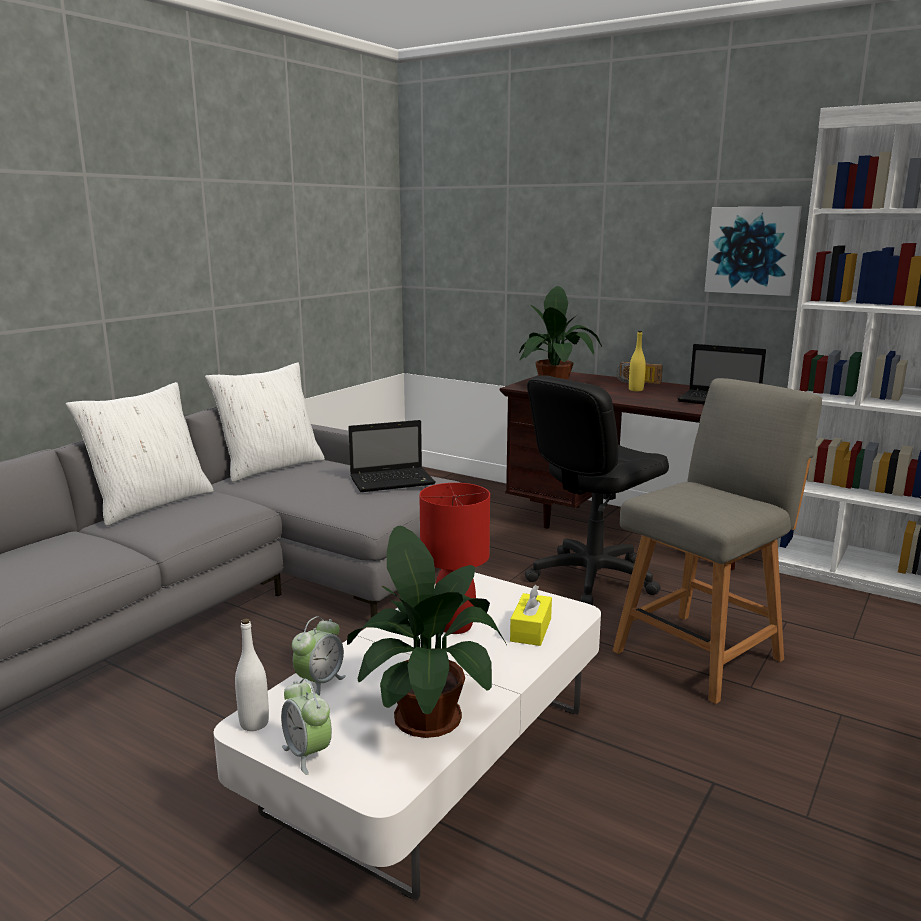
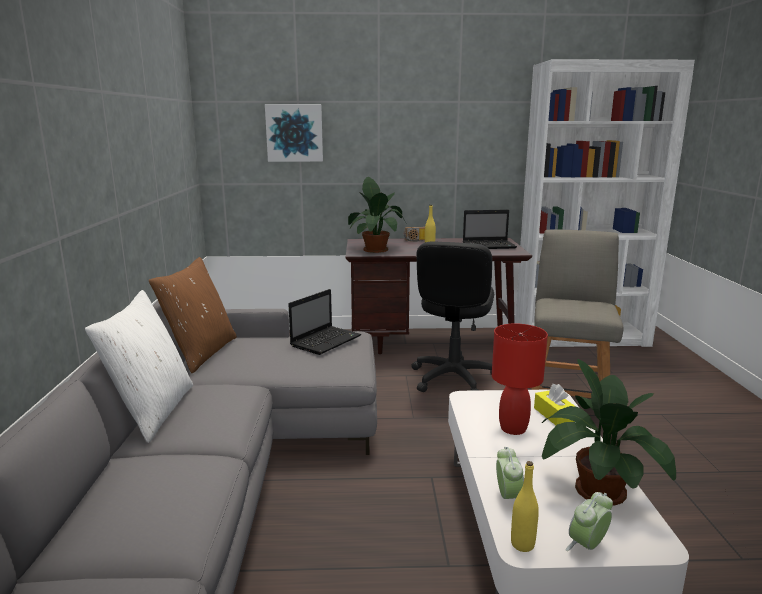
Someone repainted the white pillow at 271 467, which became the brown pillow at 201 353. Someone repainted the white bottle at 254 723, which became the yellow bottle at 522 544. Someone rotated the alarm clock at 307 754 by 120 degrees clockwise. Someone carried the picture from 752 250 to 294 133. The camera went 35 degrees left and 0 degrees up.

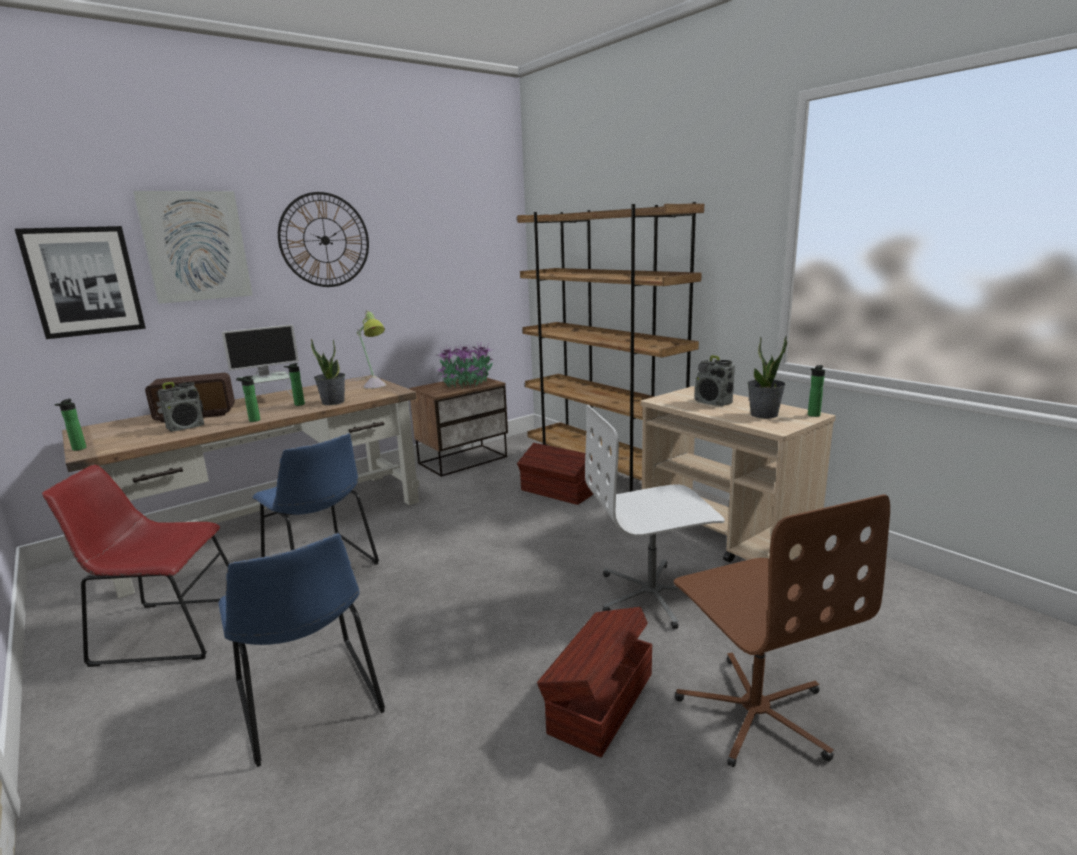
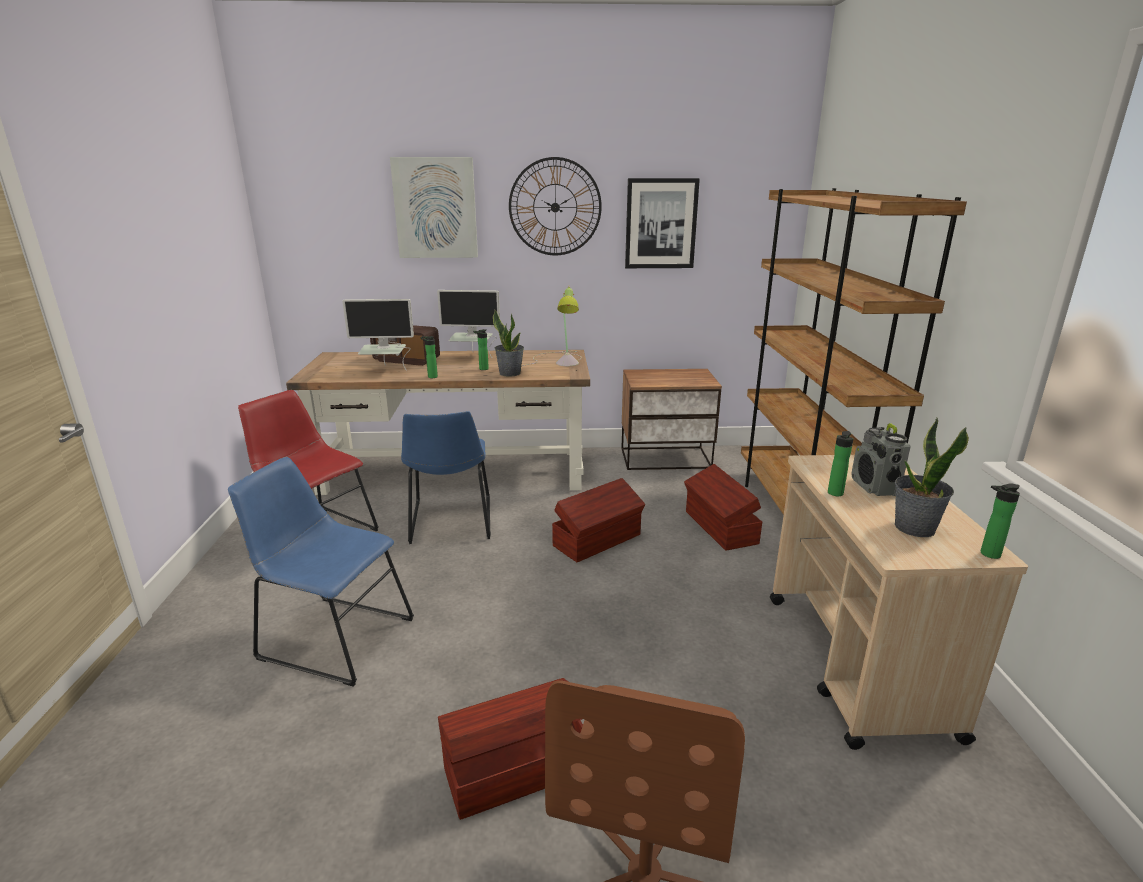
Someone carried the picture from 84 281 to 661 224. Someone carried the bottle from 78 449 to 834 494. Someone swapped the radio at 186 427 for the monitor at 385 371. Someone rotated the blue chair at 310 702 by 105 degrees clockwise. Someone took away the potted plant at 466 383. Someone took away the white office chair at 652 595. Someone put down the brown storage box at 598 540. The camera went 35 degrees right and 5 degrees up.

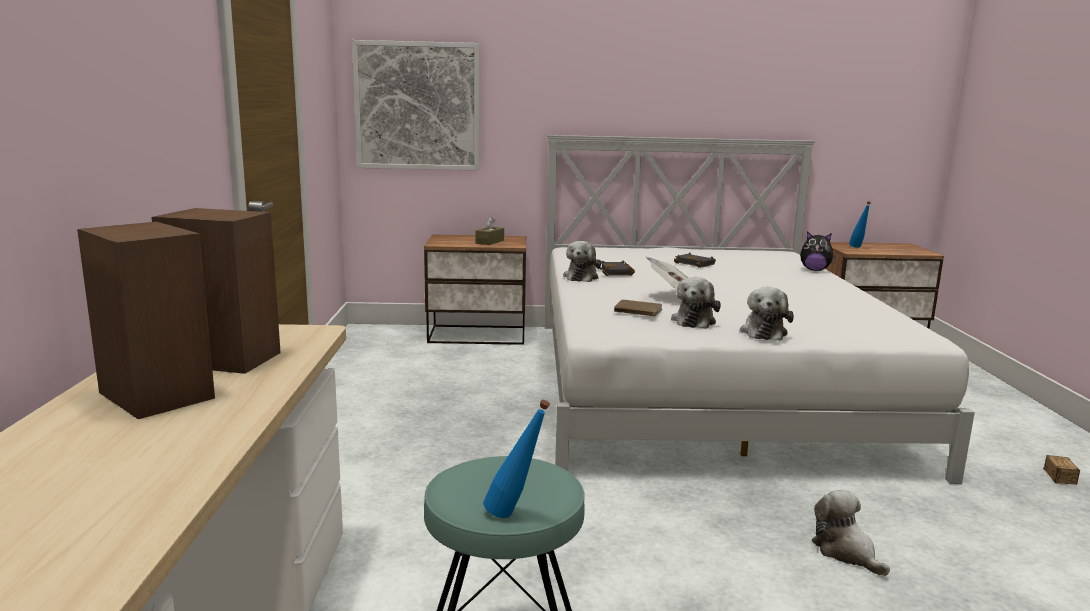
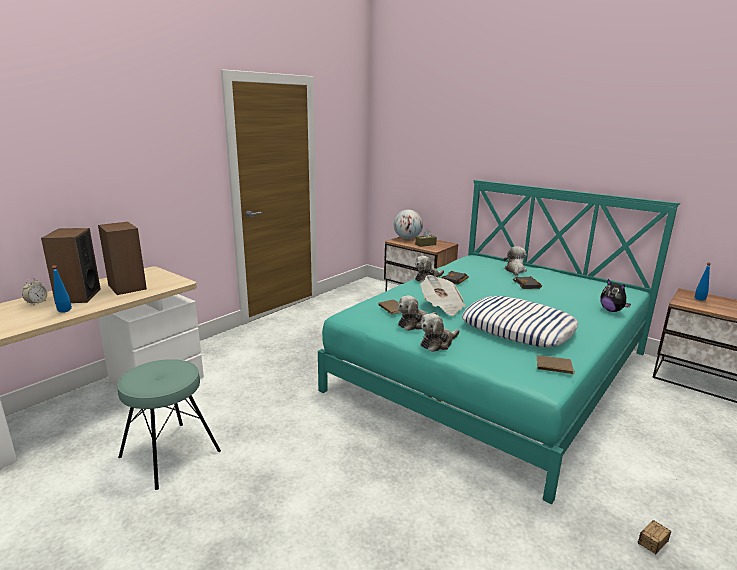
Someone took away the picture at 417 106. Someone carried the blue bottle from 515 515 to 64 313. Someone repainted the white bed at 701 386, which became the turquoise bed at 493 370. Someone carried the plush toy from 846 552 to 515 270. Someone put down the alarm clock at 36 303. Someone put down the globe at 407 238. Someone put down the pillow at 518 328. Someone put down the brown book at 554 367. The camera went 40 degrees right and 5 degrees up.

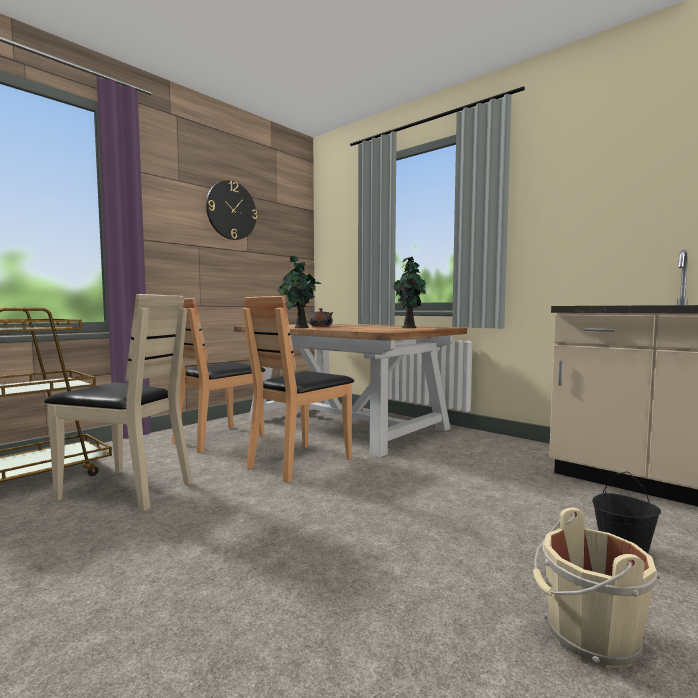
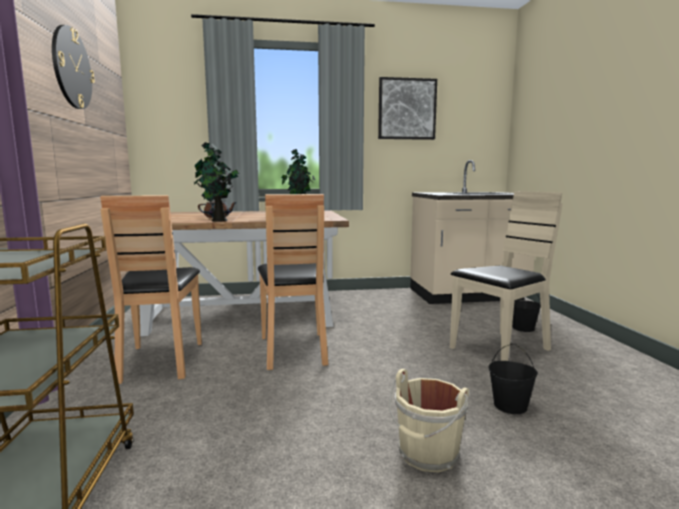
Someone carried the beige chair from 126 490 to 500 350. Someone carried the beige bucket from 588 637 to 427 455. Someone put up the picture at 407 109. Someone put down the black bucket at 510 406. The camera went 50 degrees left and 5 degrees up.

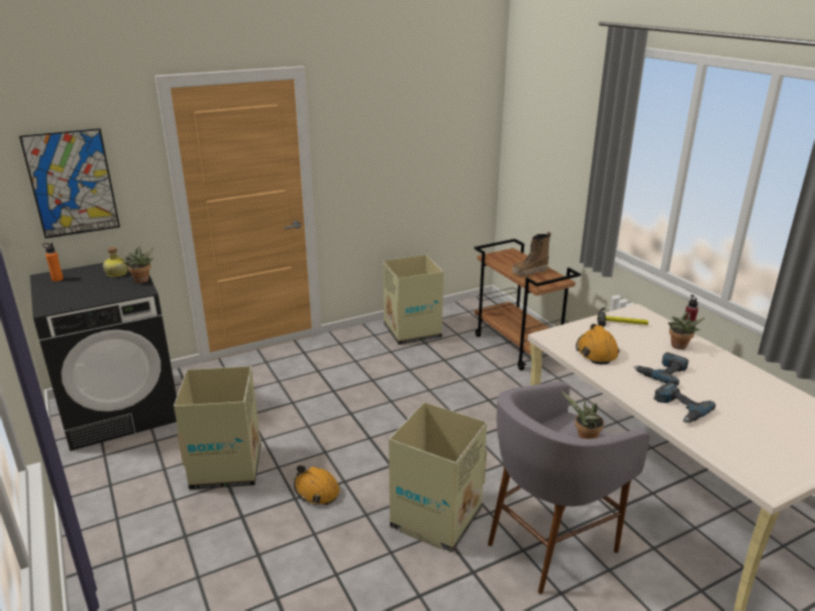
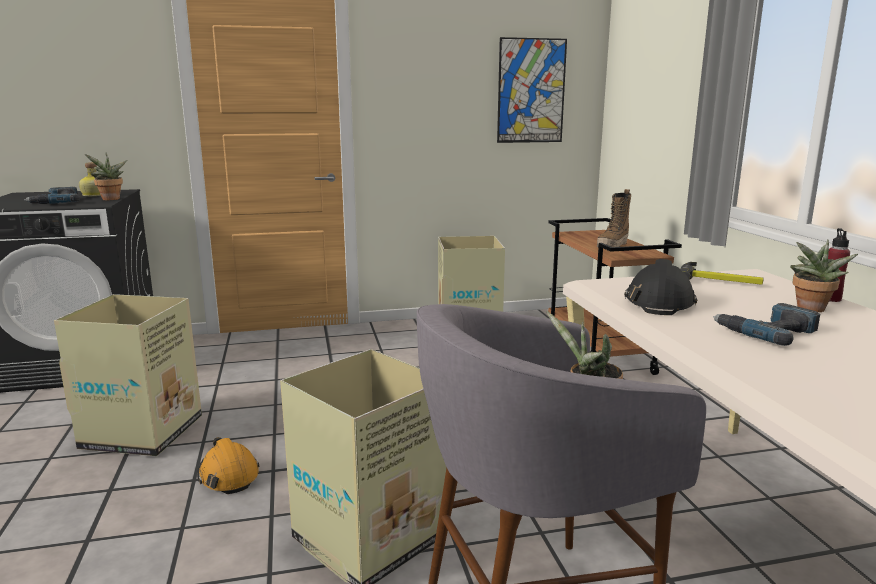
Someone carried the picture from 72 183 to 531 91. Someone took away the orange bottle at 57 279. Someone rotated the boot at 529 272 by 45 degrees counterclockwise. Someone repainted the orange hard hat at 596 351, which became the black hard hat at 659 303. Someone carried the power drill from 679 408 to 56 202. The camera went 15 degrees right and 10 degrees down.

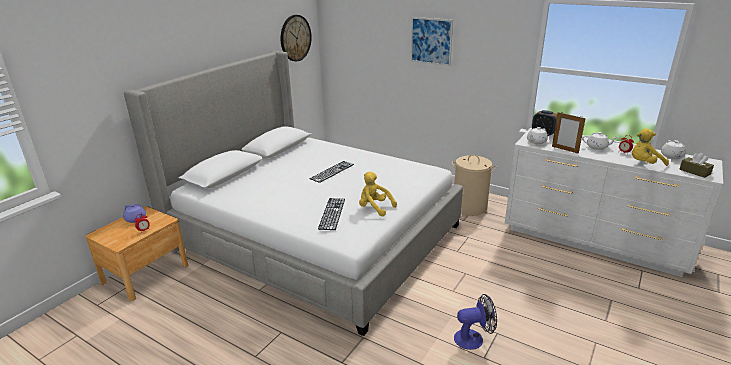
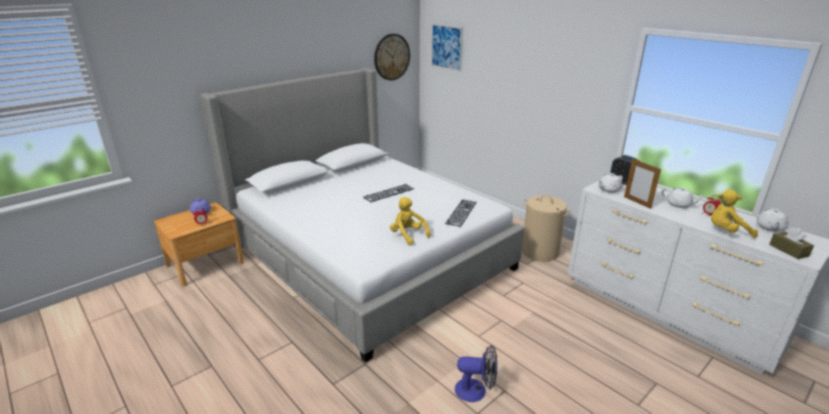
Someone carried the keyboard from 332 213 to 461 212. Someone carried the picture from 431 41 to 446 47. The camera went 15 degrees right and 0 degrees up.

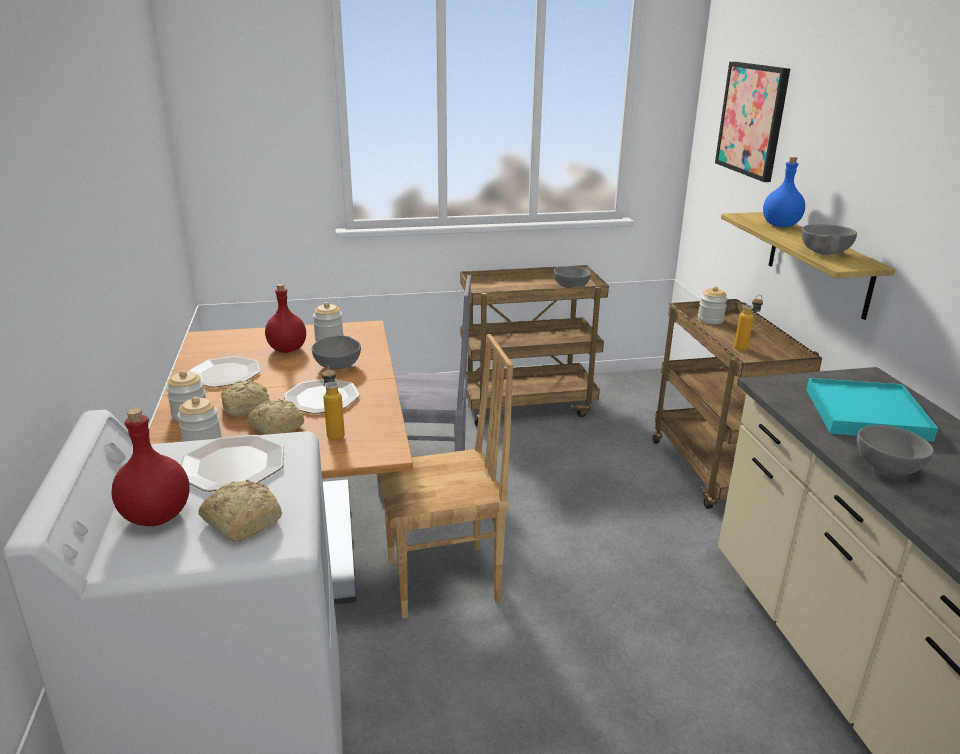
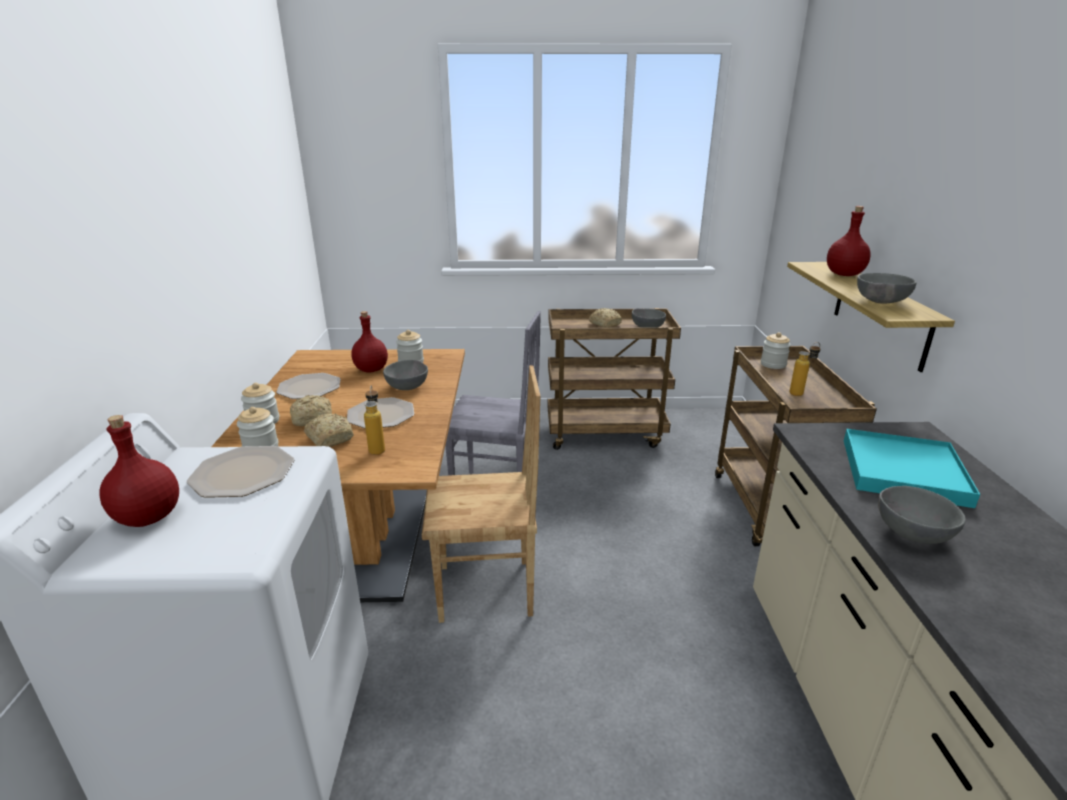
Someone carried the bread from 242 520 to 604 324. Someone took away the picture at 752 120. Someone repainted the blue bottle at 780 226, which became the red bottle at 844 275. The camera went 10 degrees right and 0 degrees up.

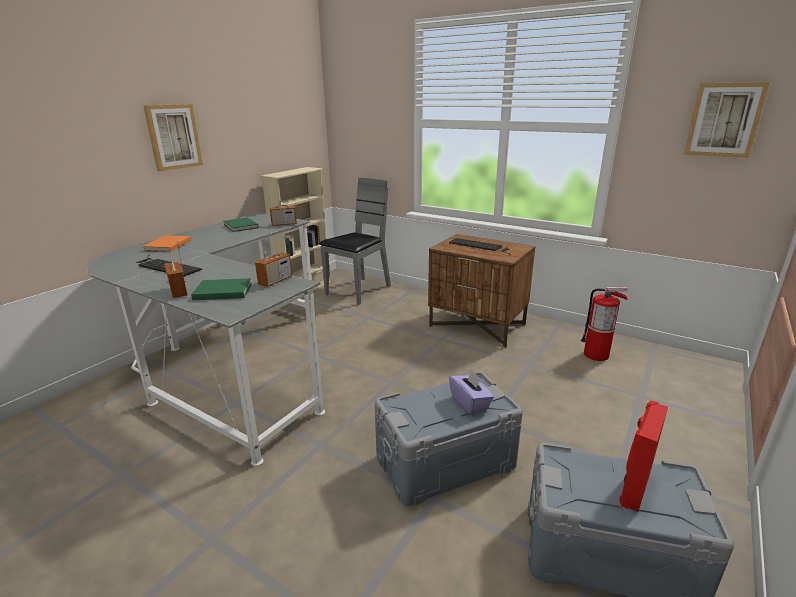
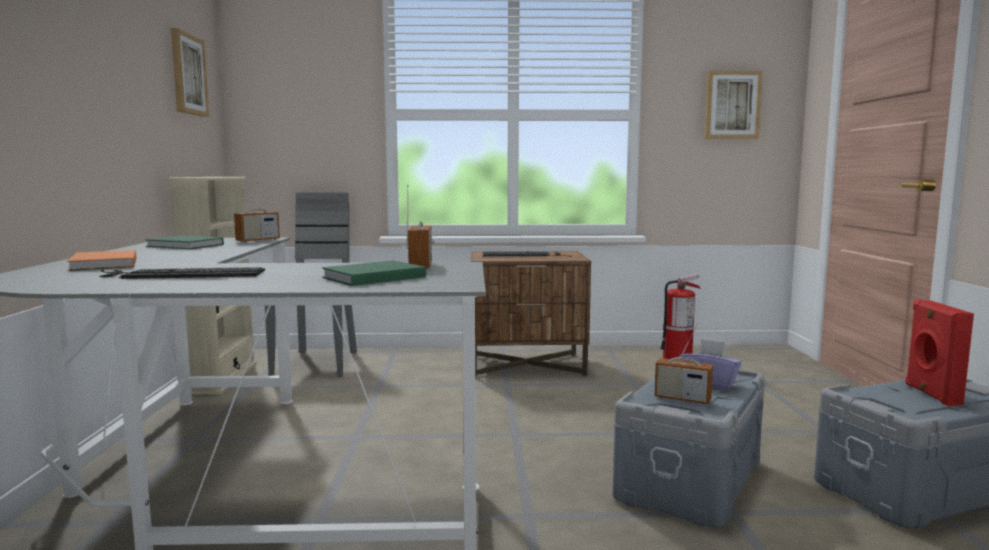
Someone carried the picture from 173 137 to 188 74. Someone carried the radio from 178 291 to 682 399. The camera went 35 degrees left and 15 degrees down.

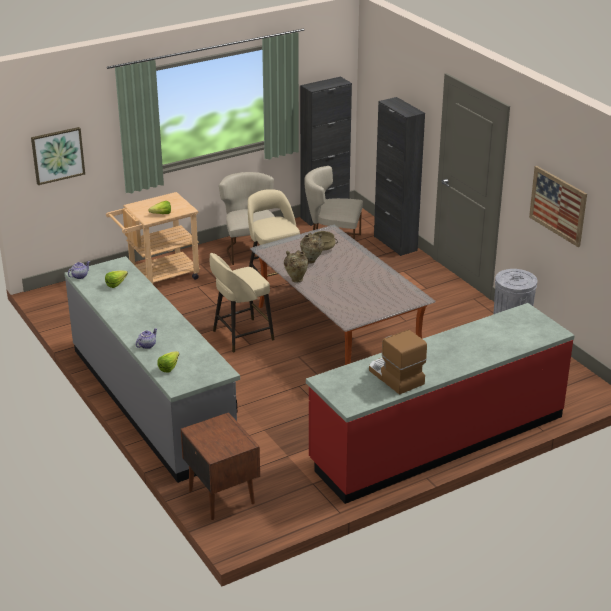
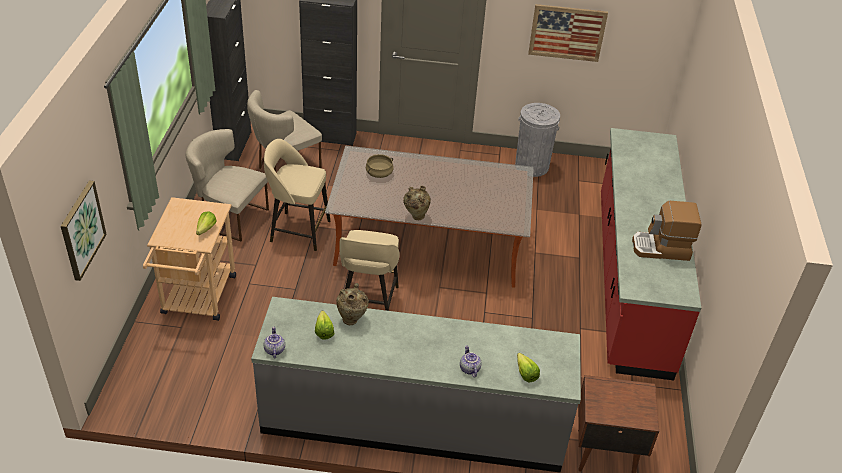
Someone carried the beige vase from 311 261 to 352 319. The camera went 55 degrees left and 10 degrees up.

